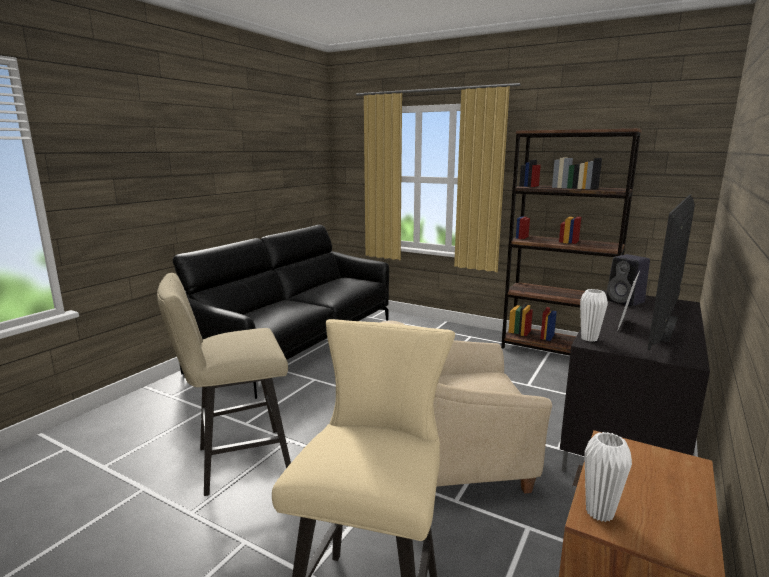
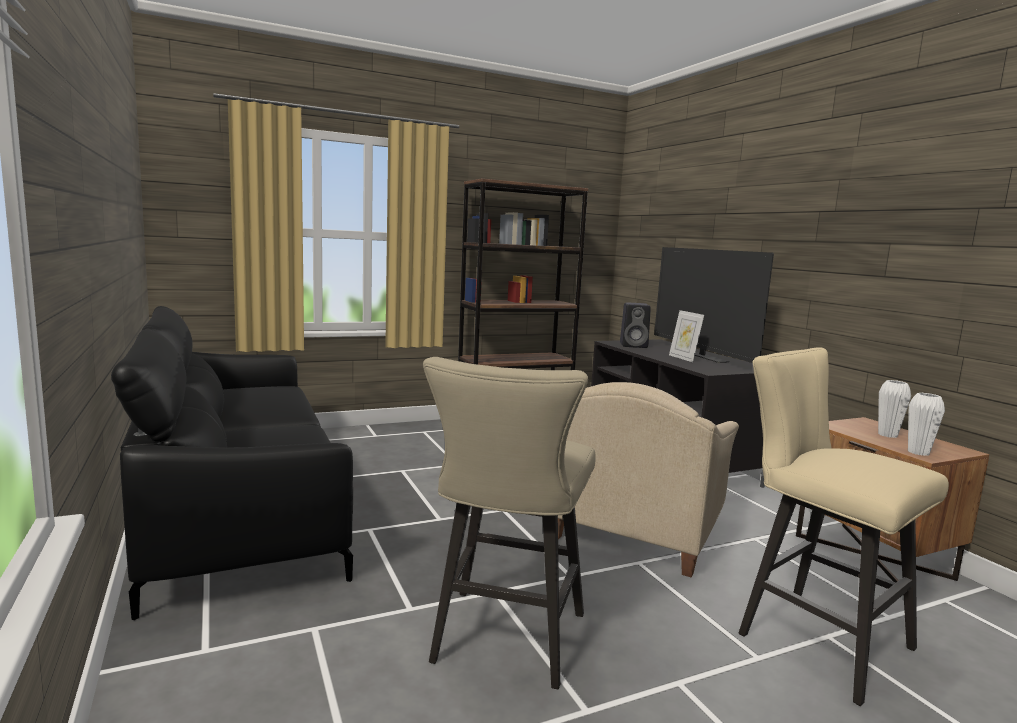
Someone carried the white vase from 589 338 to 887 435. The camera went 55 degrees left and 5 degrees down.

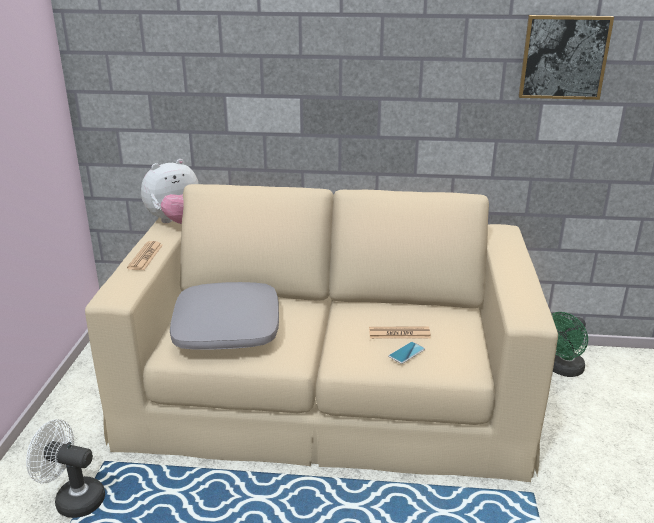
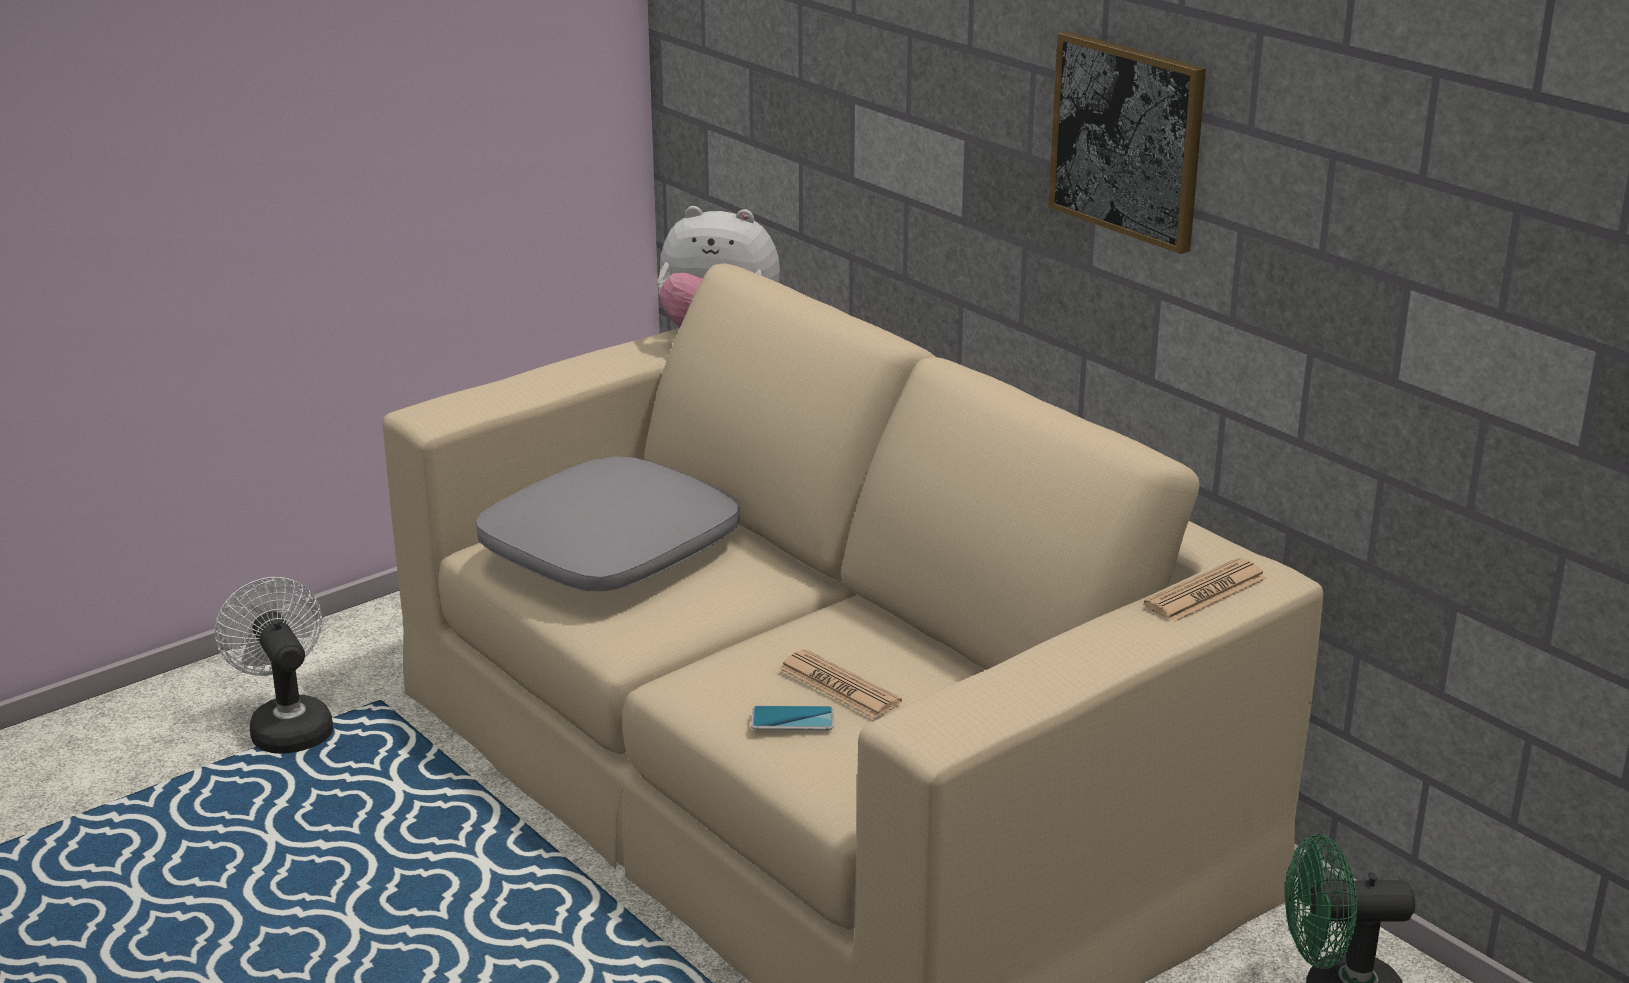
Someone carried the newspaper from 145 256 to 1206 592. Someone carried the picture from 564 57 to 1128 139. The camera went 45 degrees right and 0 degrees up.

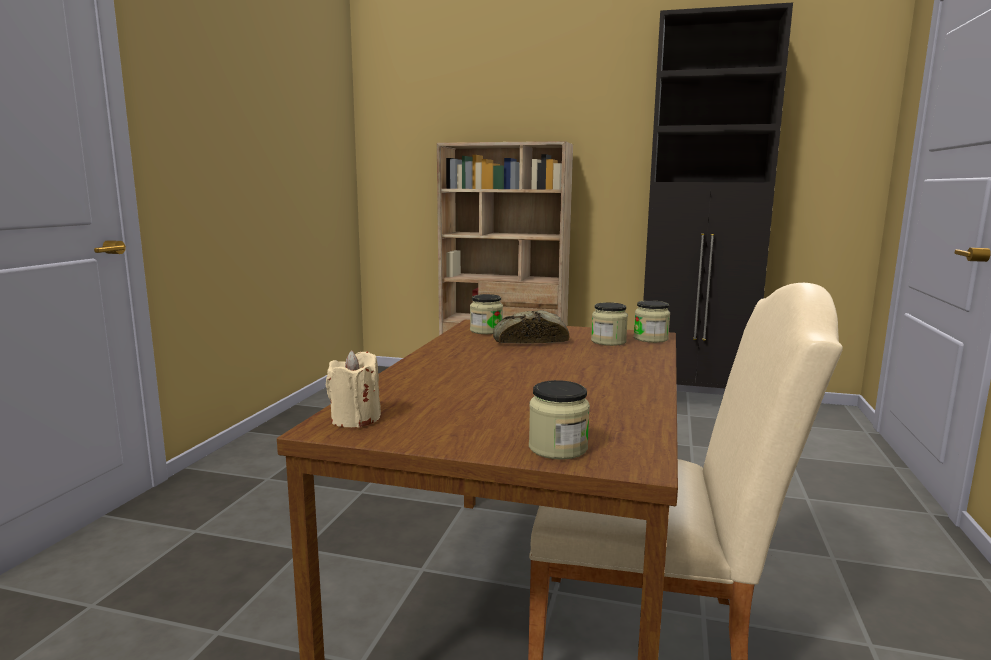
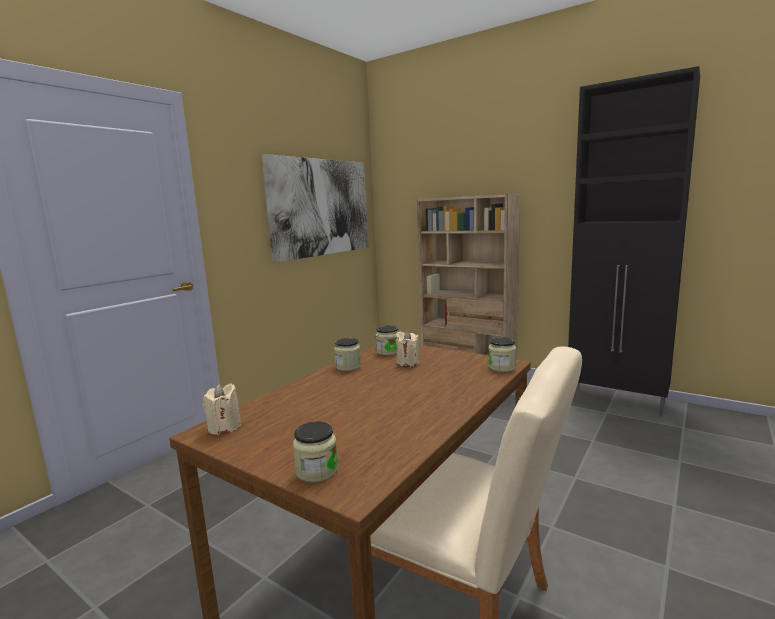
Someone swapped the bread at 528 340 for the beige candle at 408 363. Someone carried the jar from 608 341 to 348 367. Someone put up the picture at 320 207. The camera went 20 degrees right and 0 degrees up.

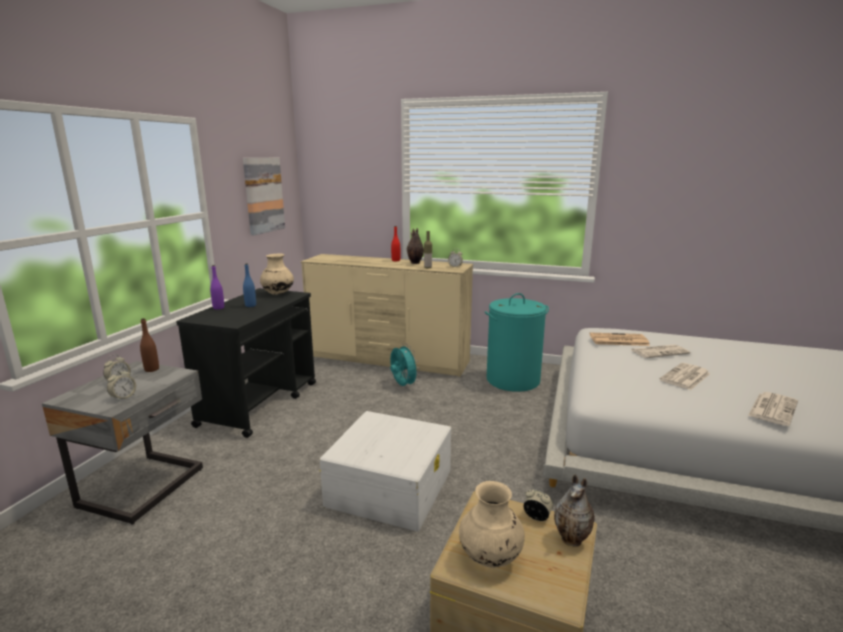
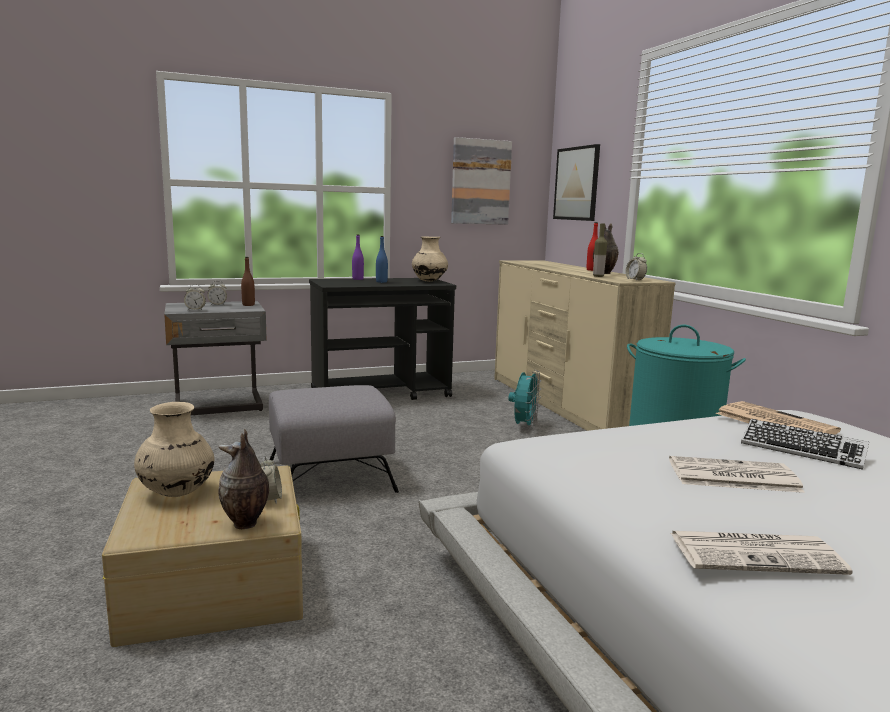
Someone swapped the white storage box at 390 486 for the grey ottoman at 331 476. Someone swapped the newspaper at 659 352 for the keyboard at 802 450. Someone put up the picture at 576 183. The camera went 50 degrees right and 5 degrees down.

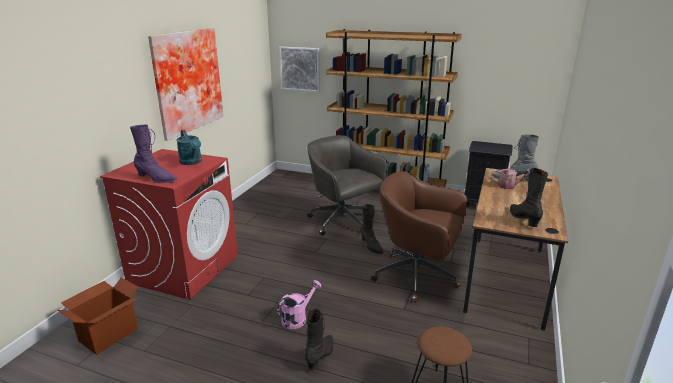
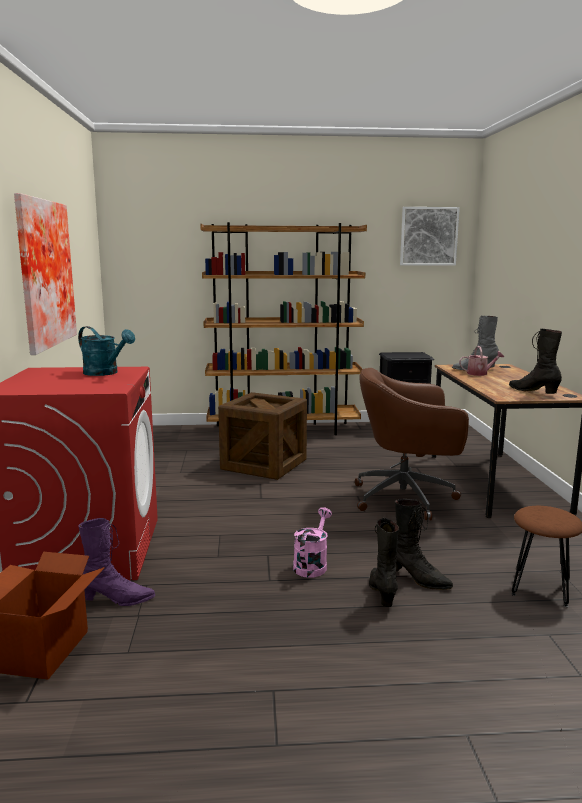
Someone carried the purple boot from 156 179 to 116 600. Someone carried the picture from 300 69 to 428 236. Someone swapped the grey office chair at 343 222 for the crate at 264 464. Someone carried the black boot from 371 246 to 418 579. The camera went 25 degrees left and 10 degrees down.

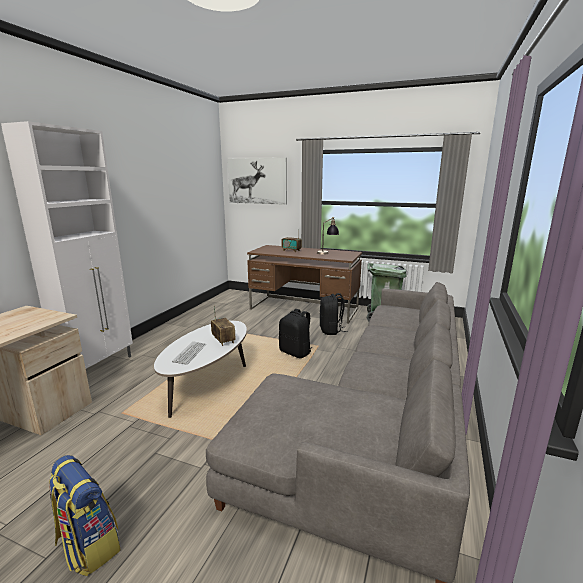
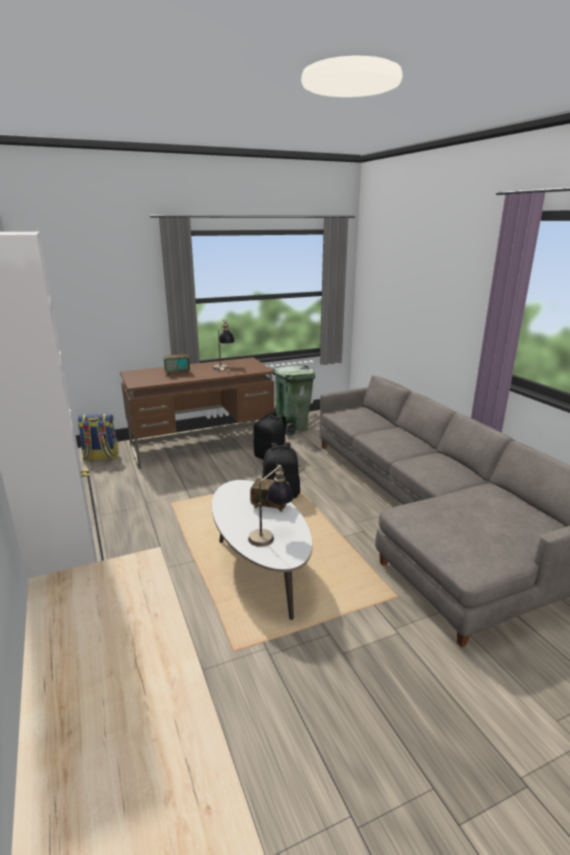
Someone carried the backpack from 88 545 to 101 457. Someone swapped the keyboard at 190 353 for the table lamp at 270 535. Someone took away the picture at 257 181. The camera went 45 degrees left and 5 degrees up.

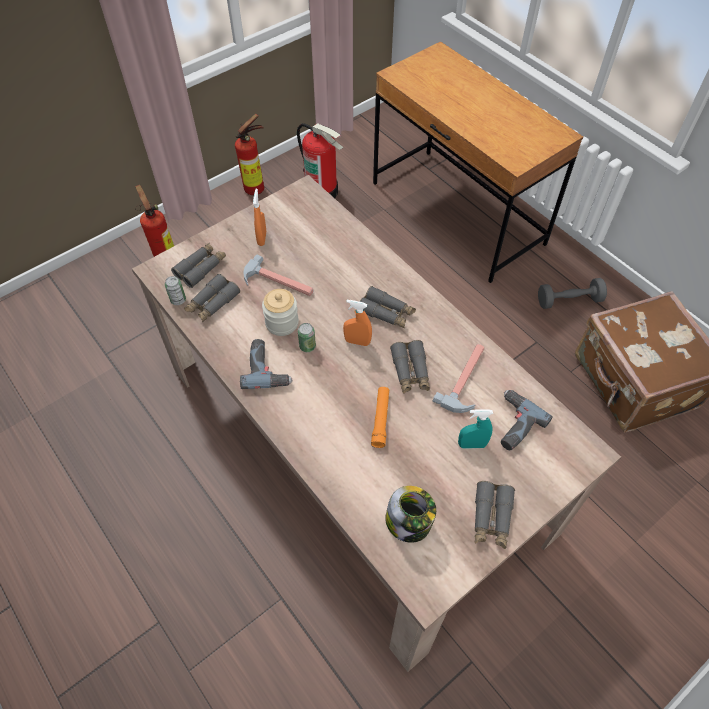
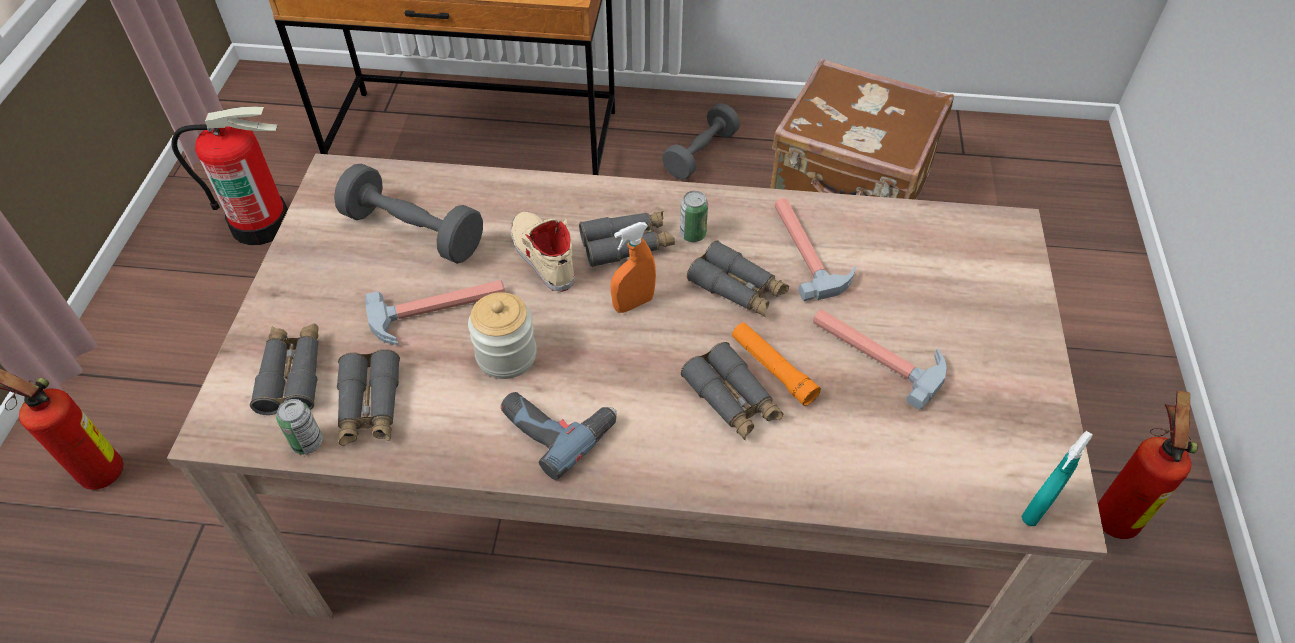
Someone carried the fire extinguisher from 257 188 to 1114 514. Someone took away the orange spray bottle at 262 238. Someone carried the can from 307 346 to 692 234. Someone took away the jar at 409 523. Someone carried the turquoise spray bottle from 472 445 to 1037 509. Someone carried the grey binoculars from 491 518 to 732 399. Someone took away the power drill at 513 423. Someone put down the grey dumbbell at 413 232. Someone put down the beige shoe at 541 256. Someone put down the hammer at 877 352. The camera went 45 degrees left and 5 degrees down.

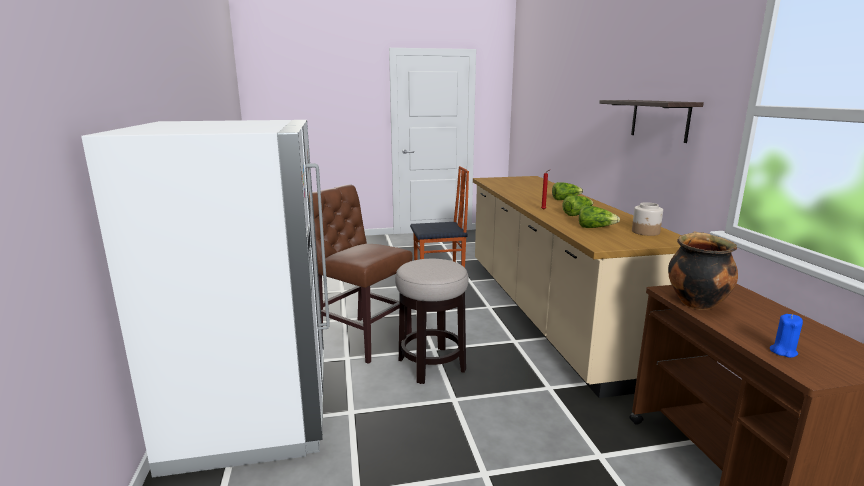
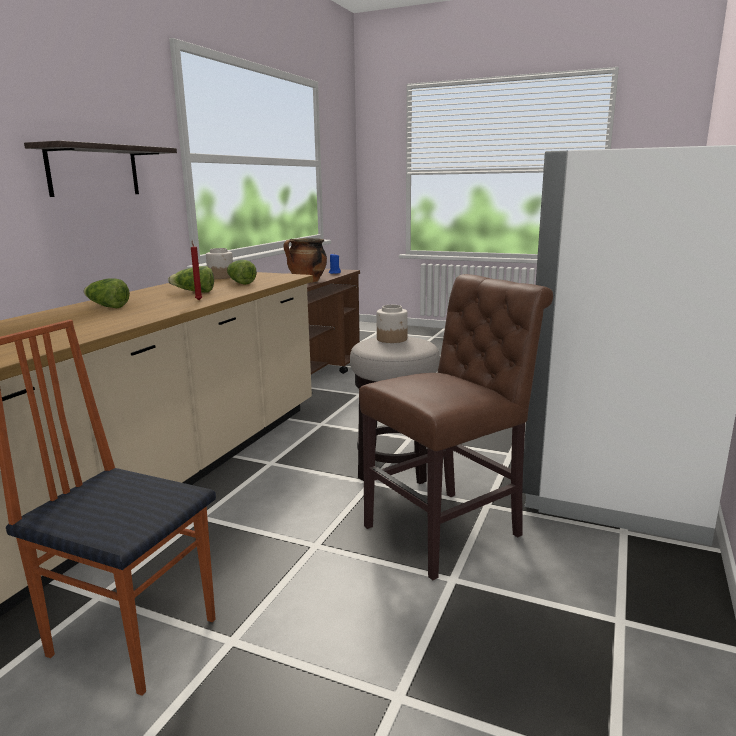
Someone rotated the brown chair at 360 338 by 105 degrees counterclockwise. Someone put down the jar at 392 339. The camera went 145 degrees left and 0 degrees up.

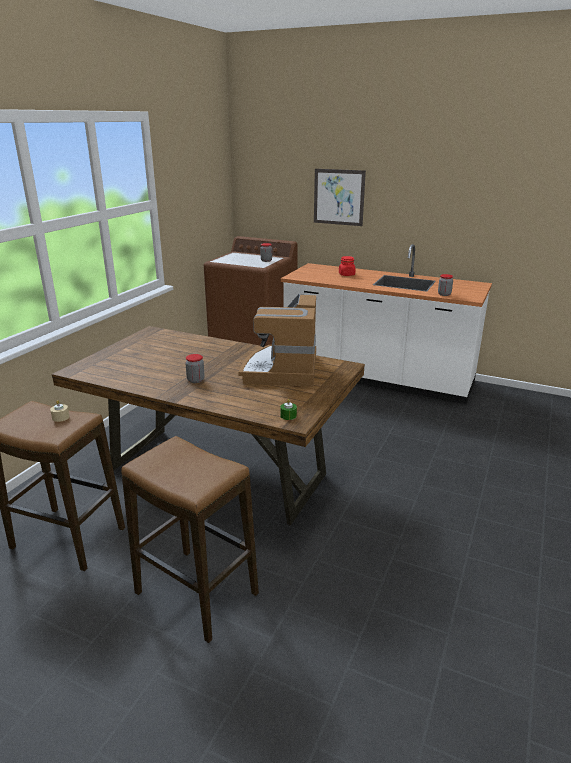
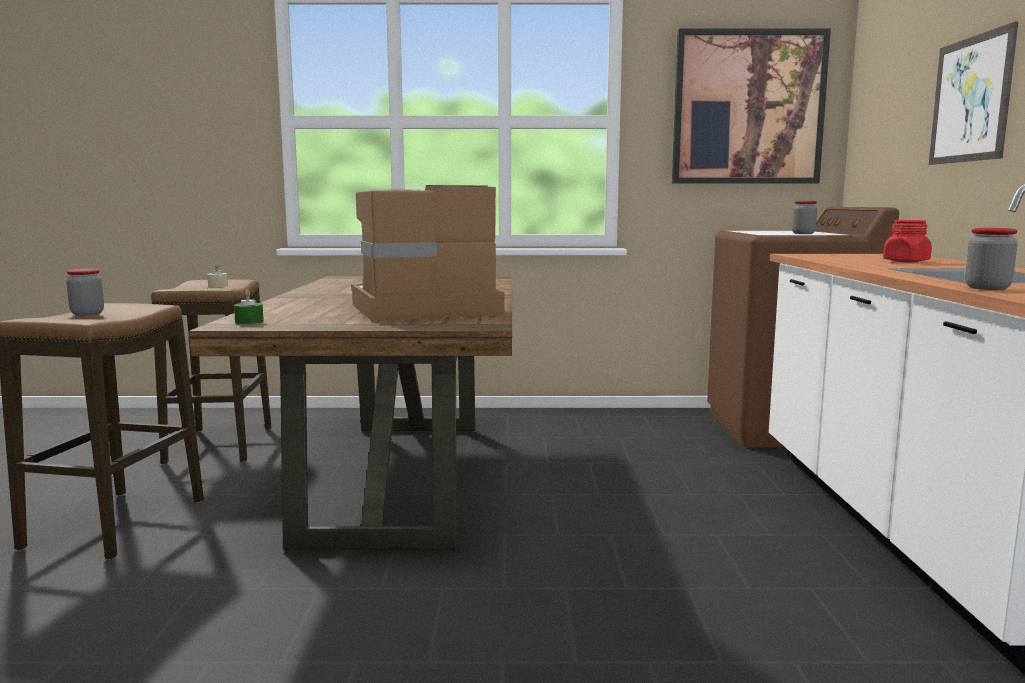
Someone carried the jar from 195 380 to 87 314. Someone put up the picture at 748 108. The camera went 65 degrees right and 15 degrees down.

